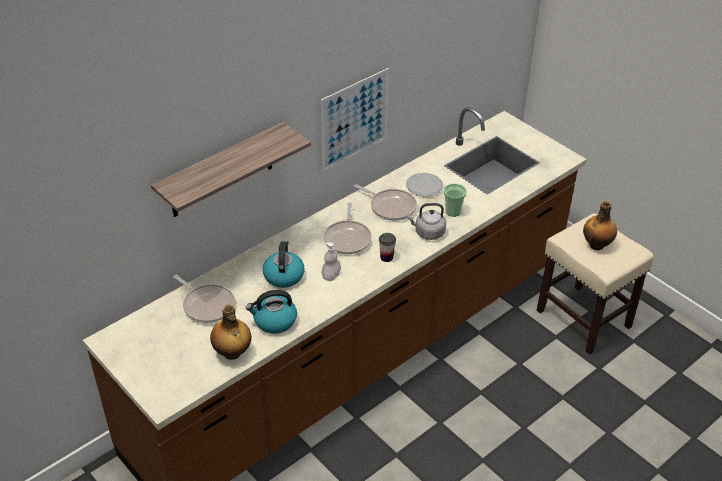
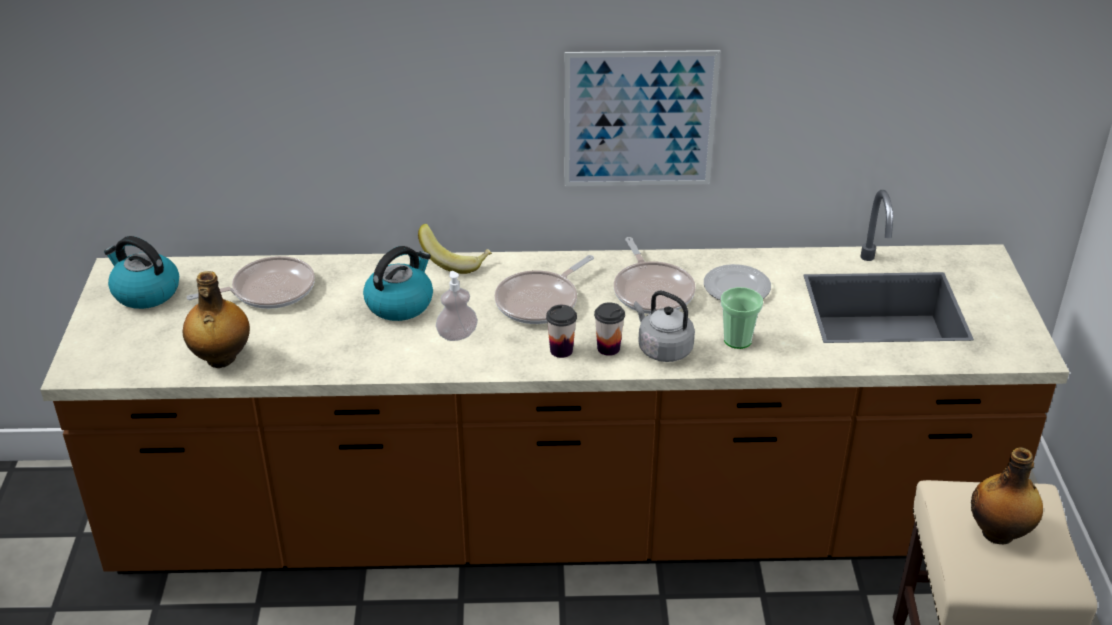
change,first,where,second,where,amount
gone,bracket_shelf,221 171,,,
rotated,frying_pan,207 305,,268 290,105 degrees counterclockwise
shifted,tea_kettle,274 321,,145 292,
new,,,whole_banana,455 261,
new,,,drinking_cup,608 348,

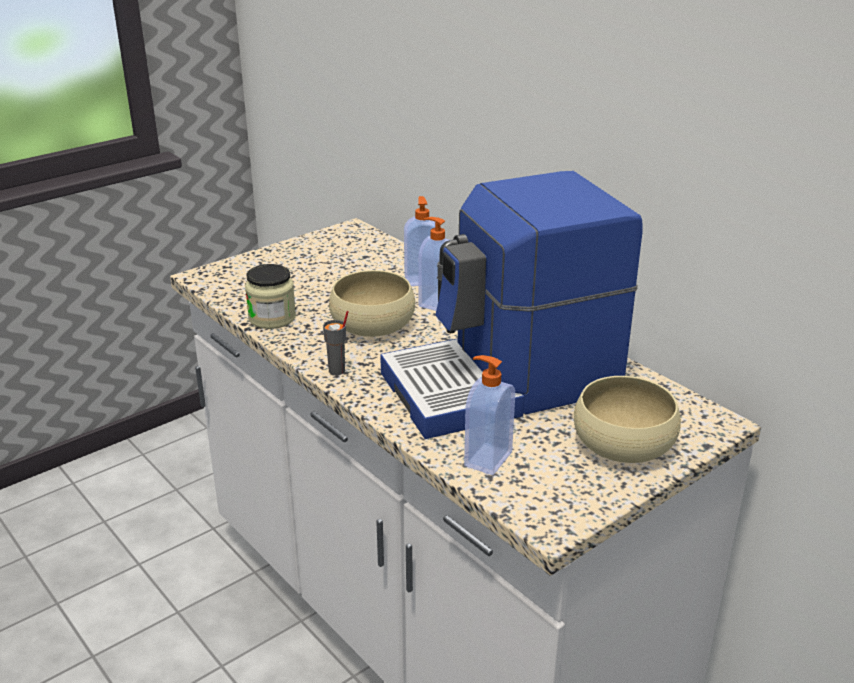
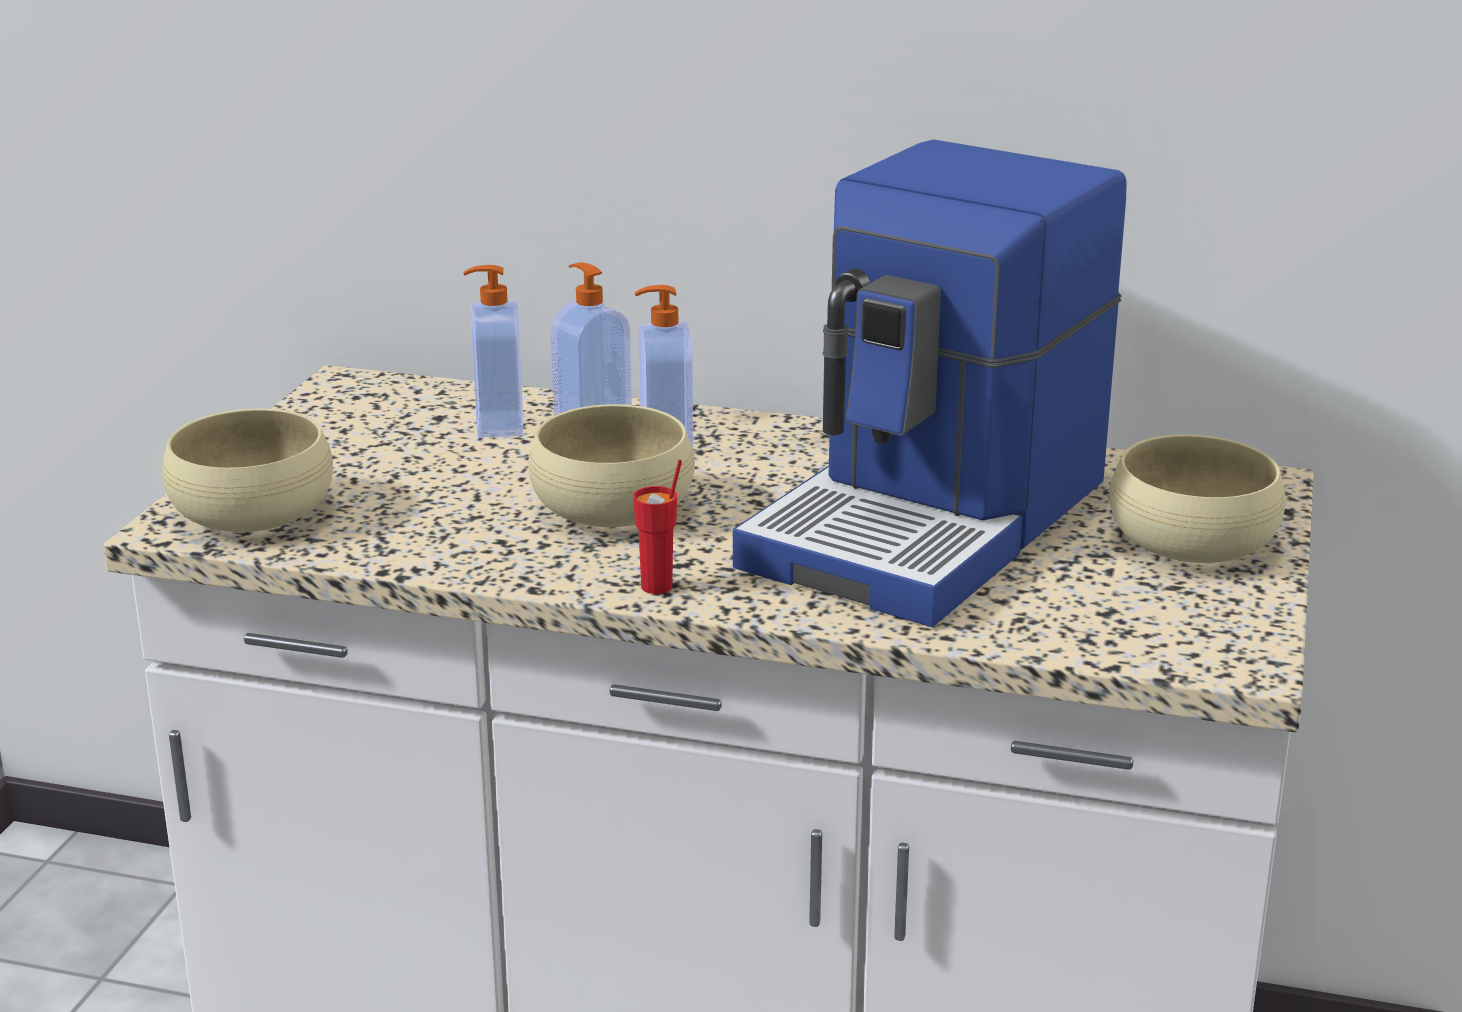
change,first,where,second,where,amount
gone,jar,272 318,,,
repainted,grey_drinking_cup,337 371,red_drinking_cup,658 586,
shifted,liquid_soap_bottle,486 459,,497 425,
new,,,sand-coloured_serving_bowl,253 513,

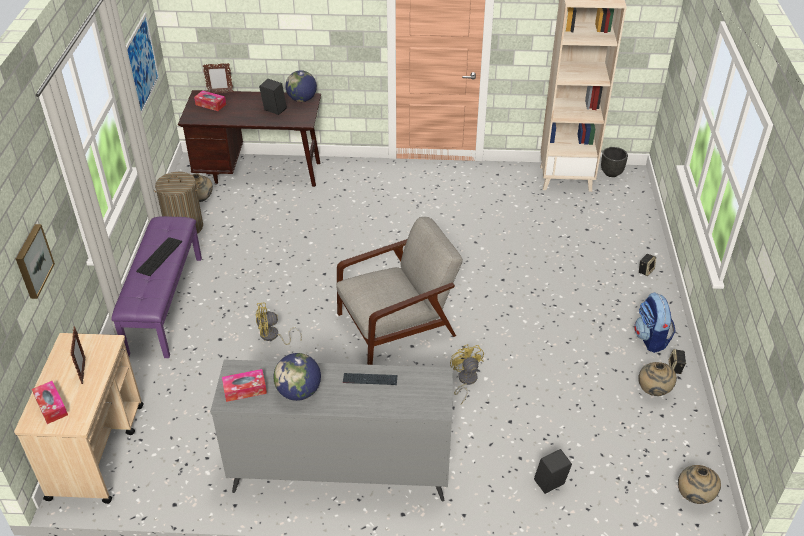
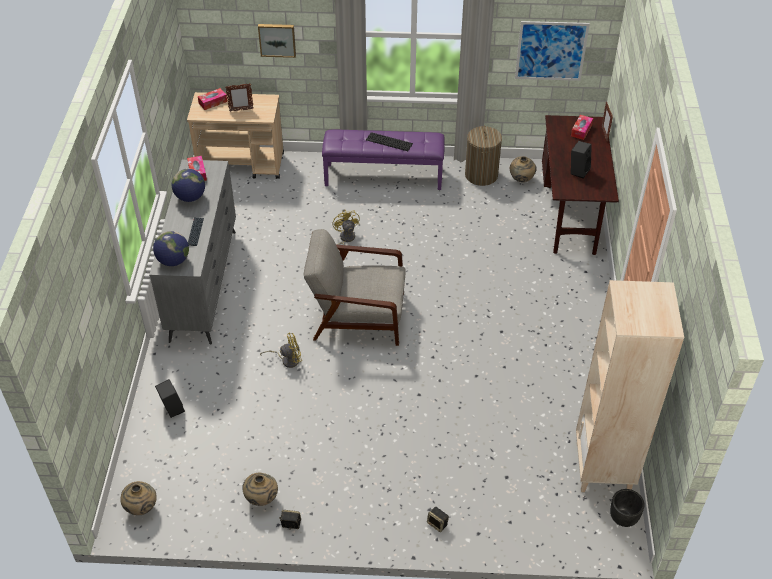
change,first,where,second,where,amount
shifted,globe,302 99,,173 261,
rotated,grey_easy_chair,398 324,,357 316,120 degrees clockwise
gone,backpack,651 339,,,

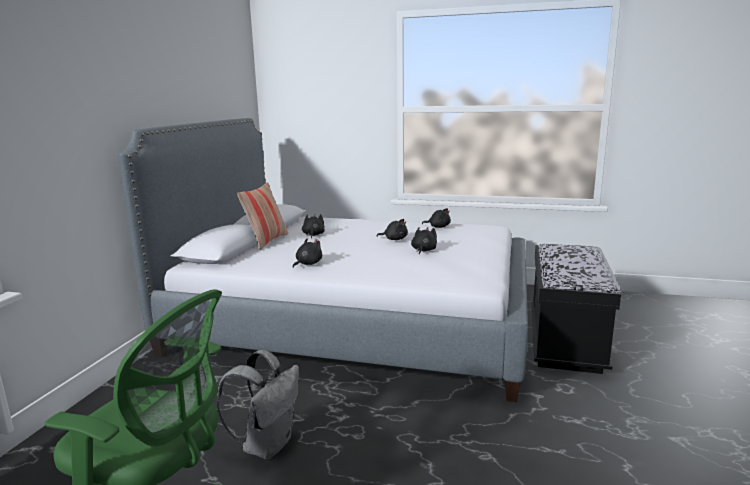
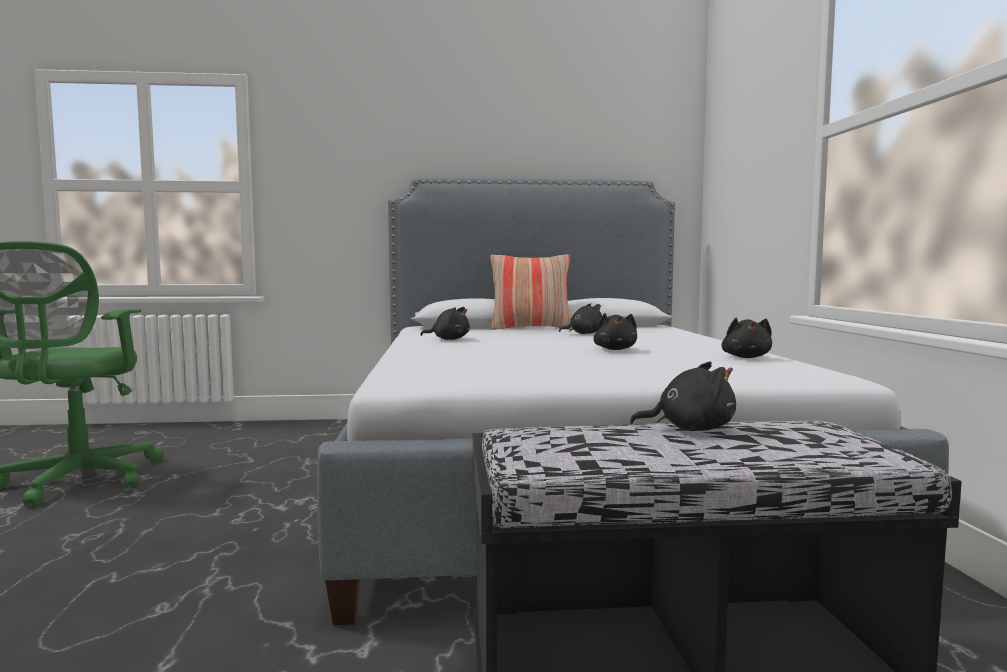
change,first,where,second,where,amount
shifted,black_cuddly_toy,423 250,,690 429,
gone,grey_backpack,267 444,,,

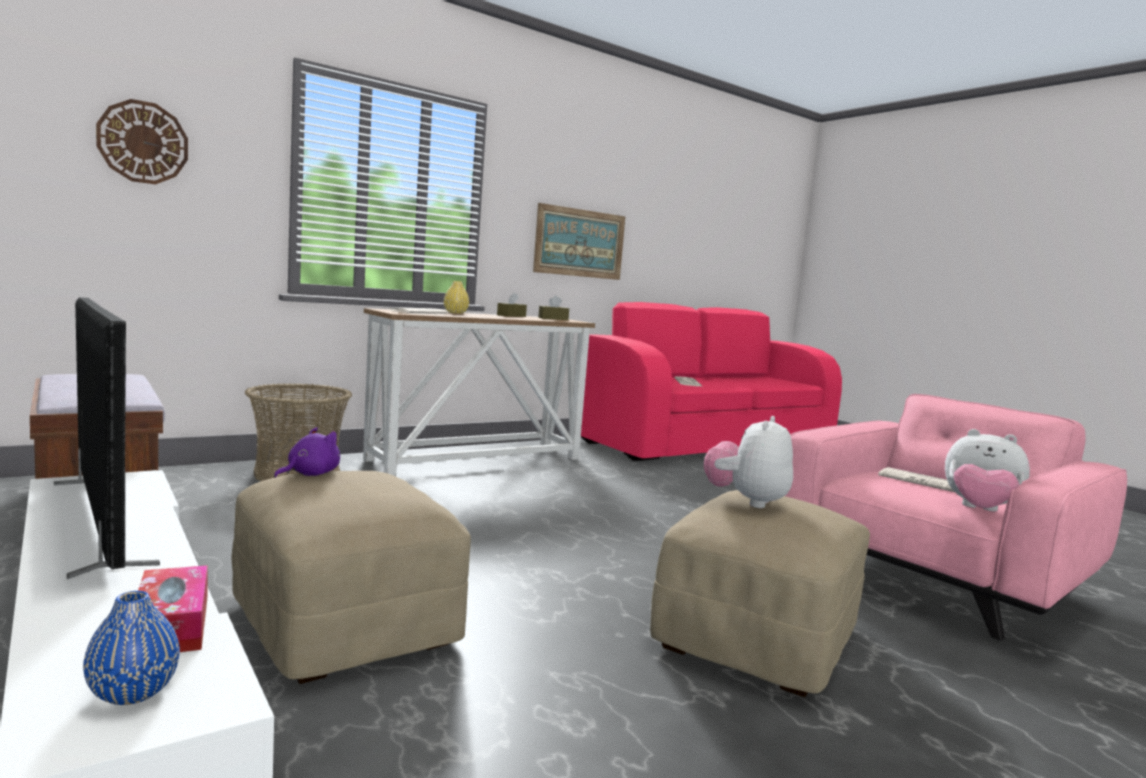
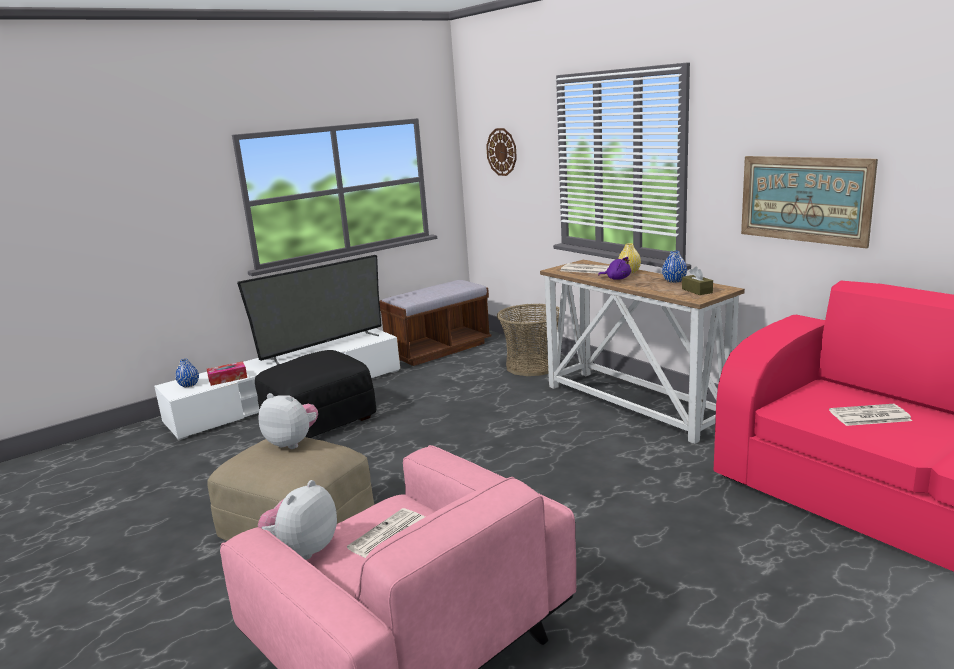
change,first,where,second,where,amount
swapped,brown-coloured_tissue_holder,511 316,blue-coloured_decorative_vase,674 281,
shifted,purplish_cuddly_toy,310 474,,617 278,
repainted,sand-coloured_footrest,342 623,black_footrest,319 421,

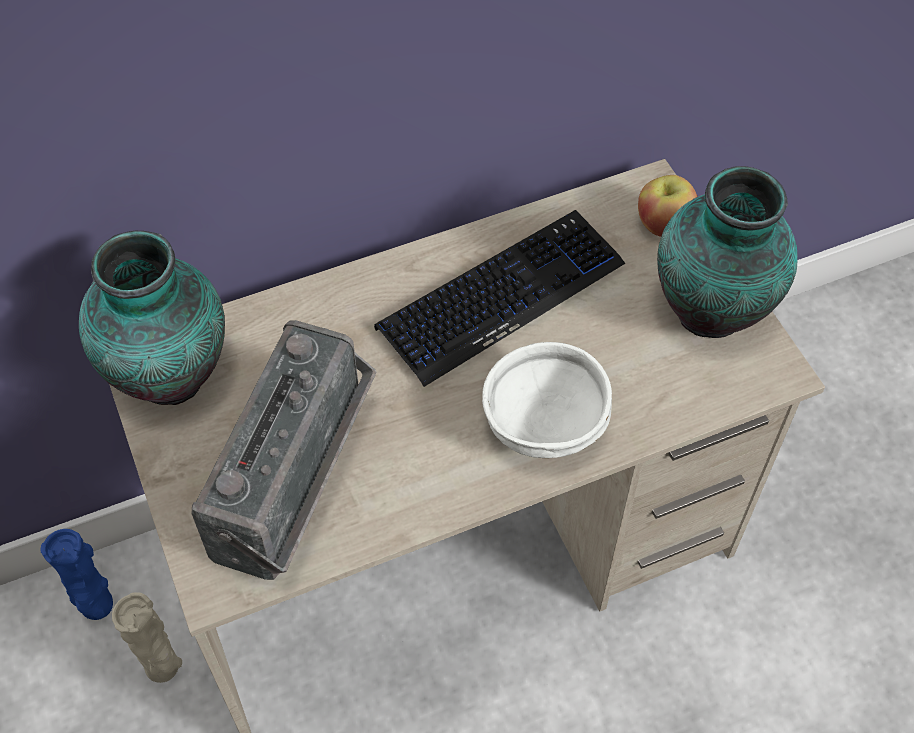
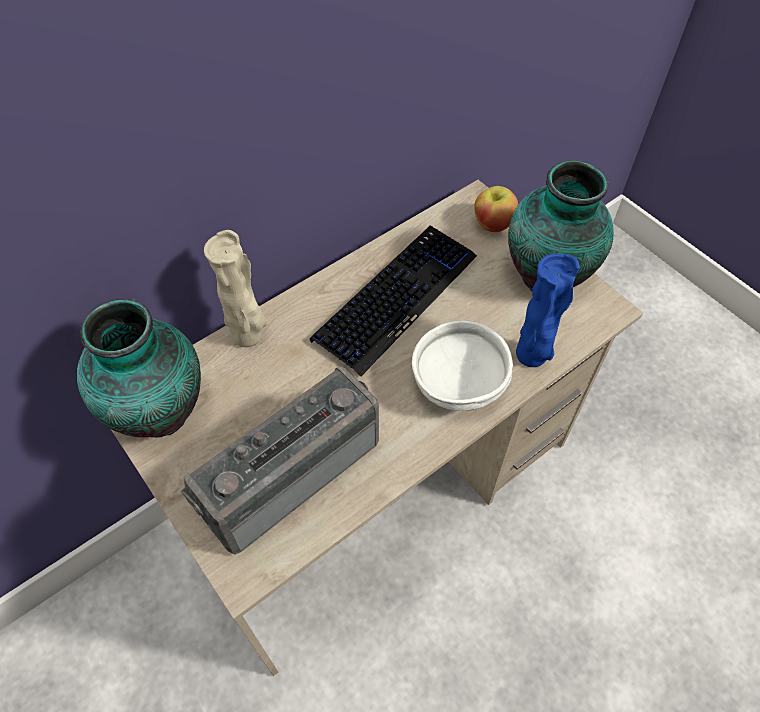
change,first,where,second,where,amount
rotated,radio_receiver,300 480,,287 471,135 degrees counterclockwise
shifted,blue-coloured_decorative_vase,98 607,,532 356,
shifted,sand-coloured_decorative_vase,164 668,,249 336,

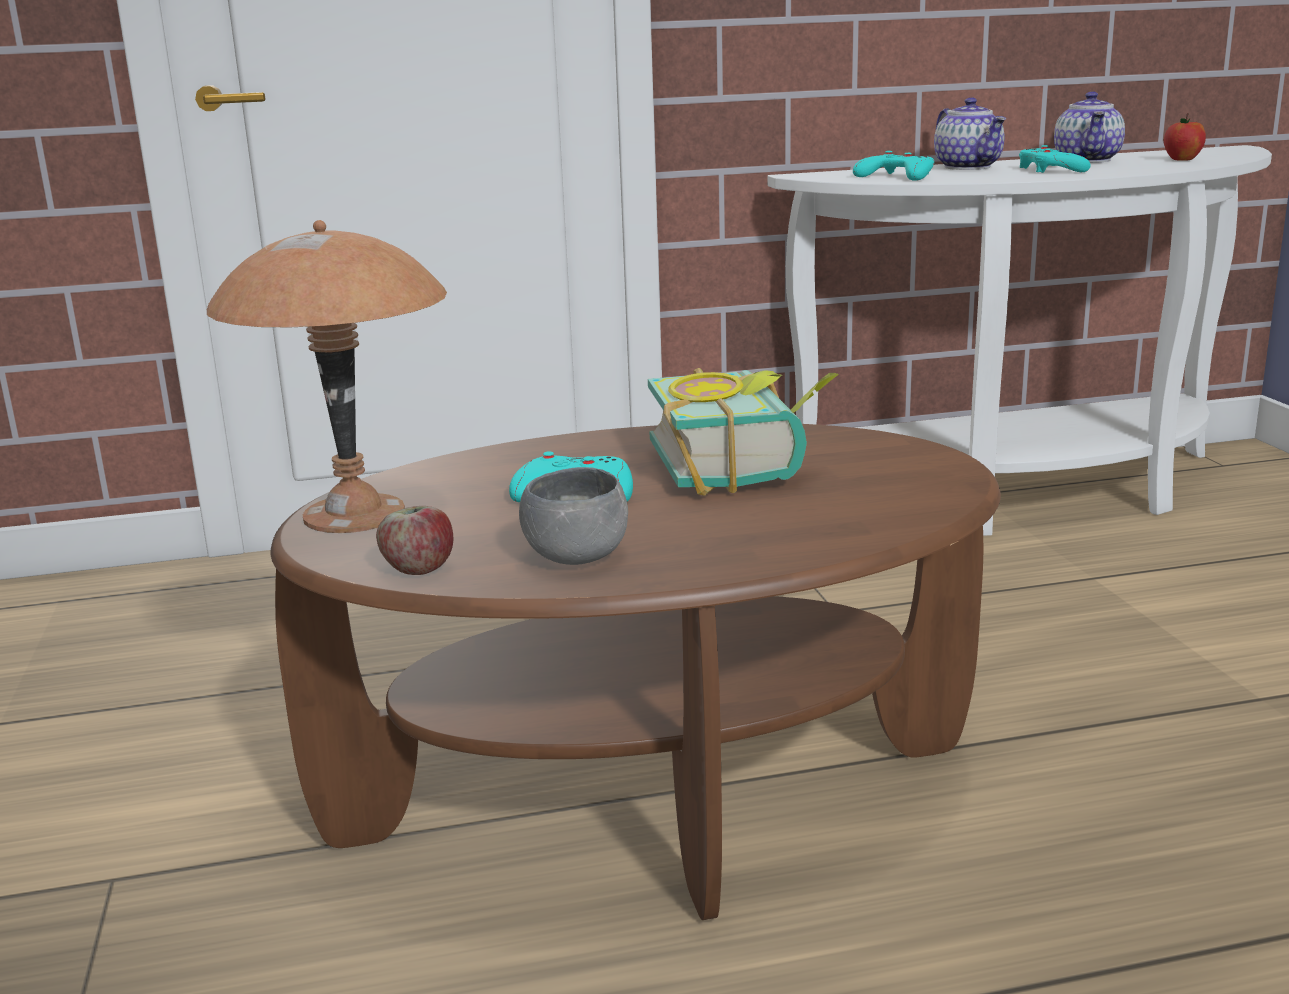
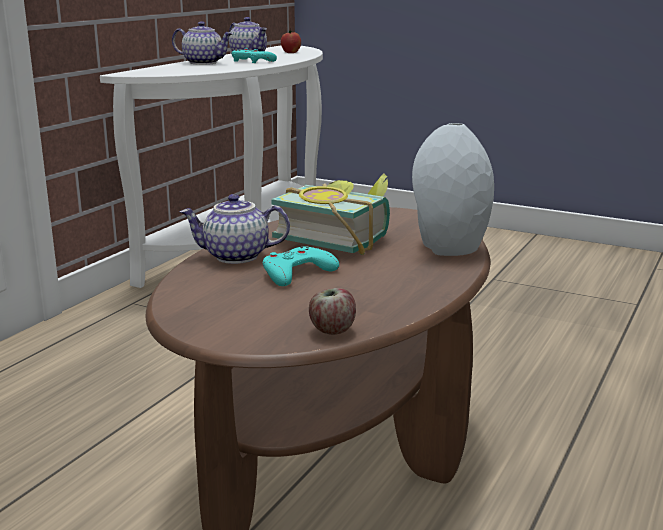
change,first,where,second,where,amount
gone,blue-green_game_controller,896 176,,,
gone,brown-coloured_lamp_for_a_table,352 515,,,
gone,grey_serving_bowl,576 556,,,
new,,,grey_decorative_vase,449 248,
new,,,teapot,235 257,

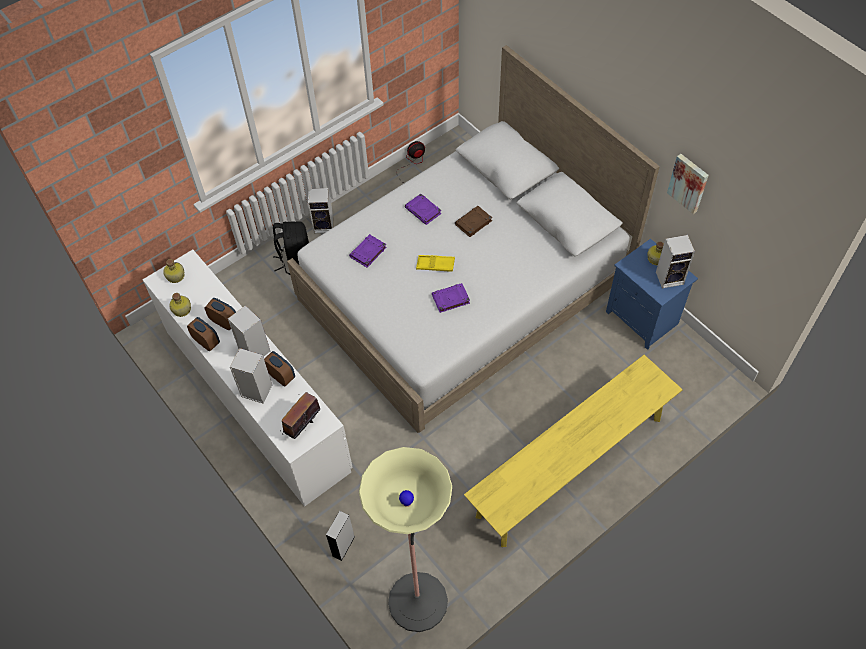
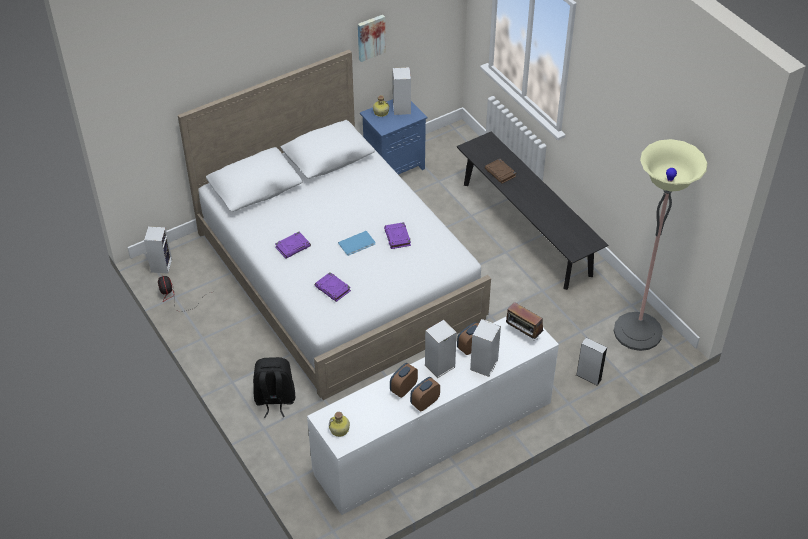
change,first,where,second,where,amount
shifted,audio_speaker,324 225,,161 265,
shifted,brown-coloured_bound_book,473 223,,500 173,
swapped,yellowish_carrying_tray,435 265,blue-coloured_bound_book,358 244,
gone,bottle,181 310,,,
repainted,yellowish_indoor_bench,570 466,black_indoor_bench,526 228,

